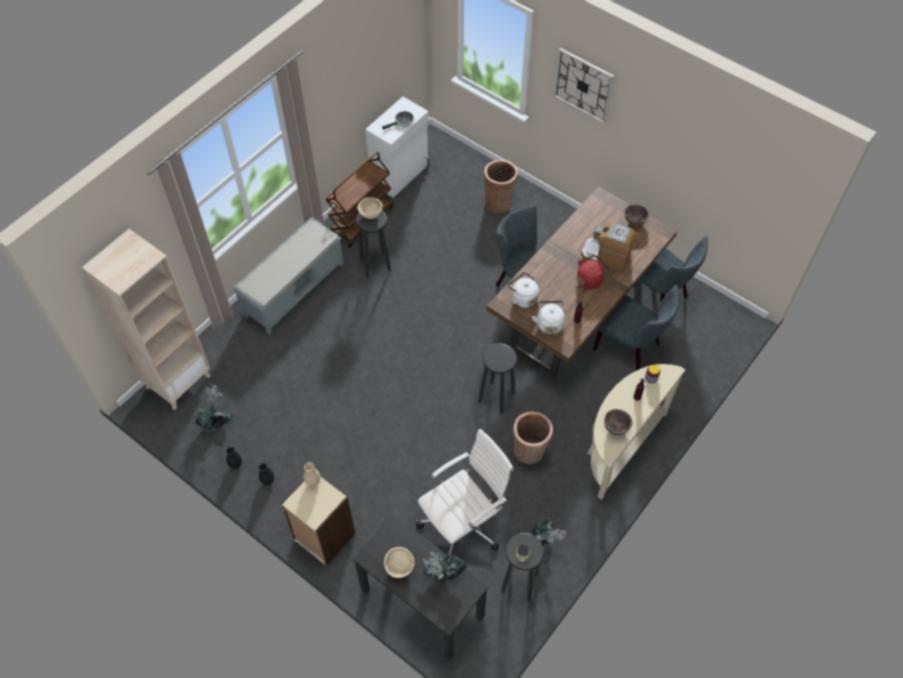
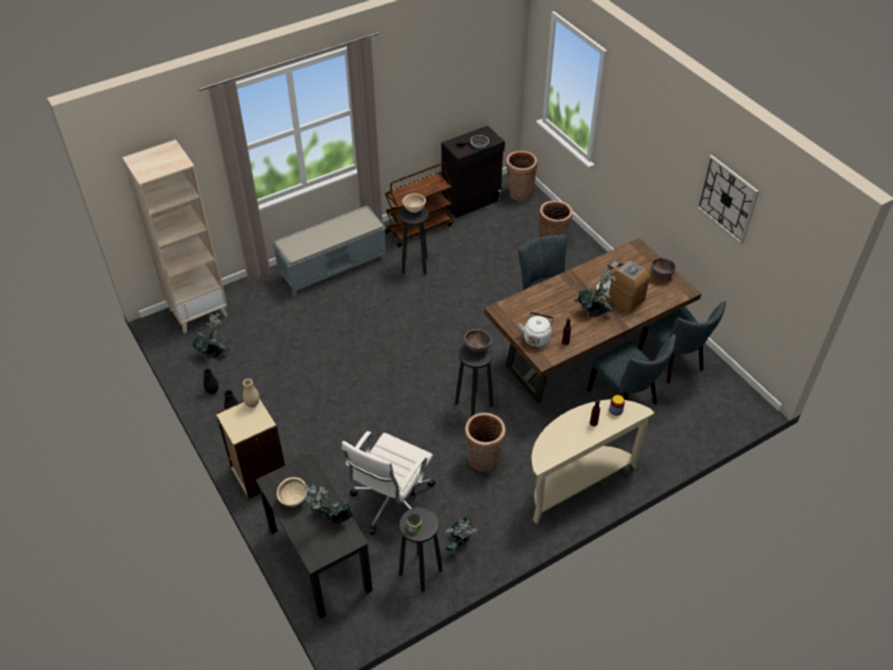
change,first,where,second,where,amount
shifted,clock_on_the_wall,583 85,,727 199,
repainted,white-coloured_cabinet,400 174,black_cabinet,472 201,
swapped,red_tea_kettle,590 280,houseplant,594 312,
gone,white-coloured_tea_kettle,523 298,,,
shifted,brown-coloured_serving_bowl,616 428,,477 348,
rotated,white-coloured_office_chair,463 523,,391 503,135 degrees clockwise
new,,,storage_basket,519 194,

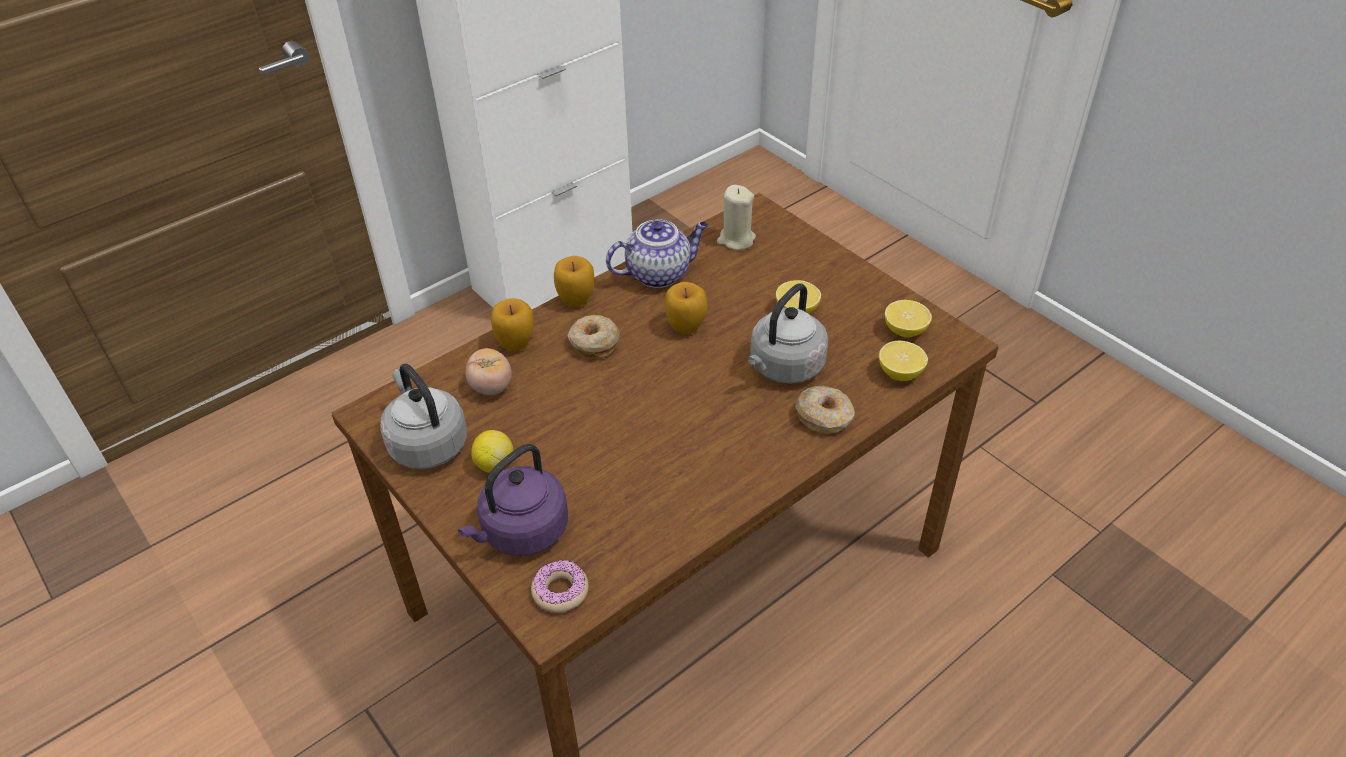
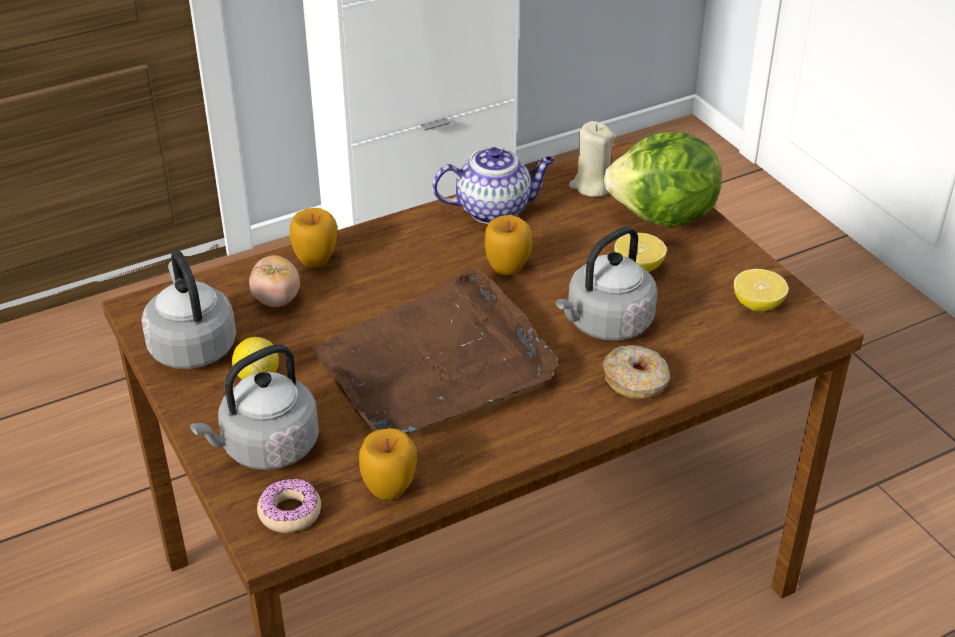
change,first,where,second,where,amount
shifted,apple,576 300,,390 489,
gone,ring_doughnut,594 343,,,
gone,citrus_fruit,900 373,,,
repainted,purplish_tea_kettle,521 532,grey_tea_kettle,266 448,
new,,,head_of_lettuce,663 217,
new,,,brown-coloured_carrying_tray,436 364,

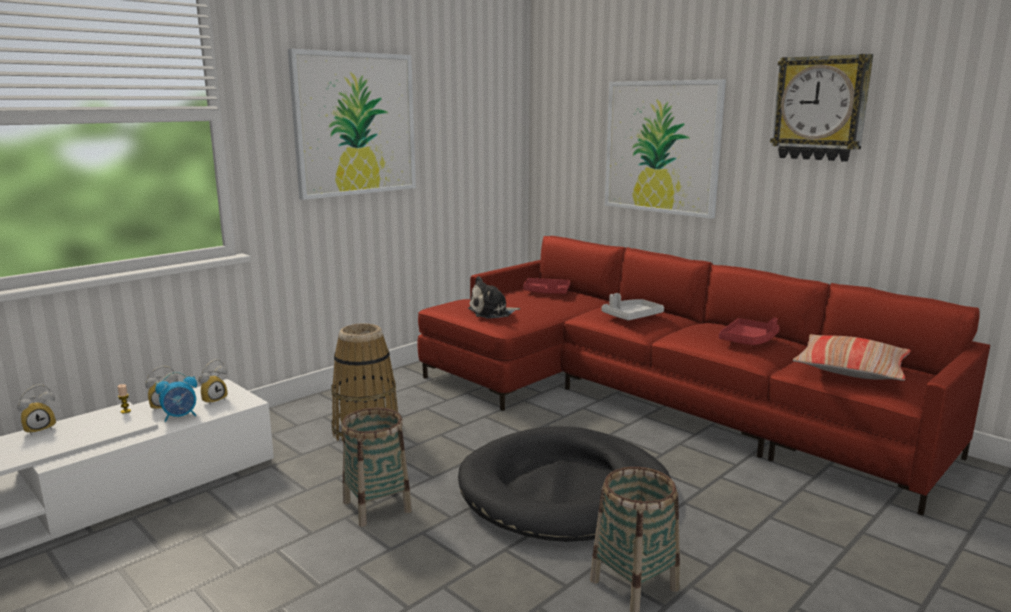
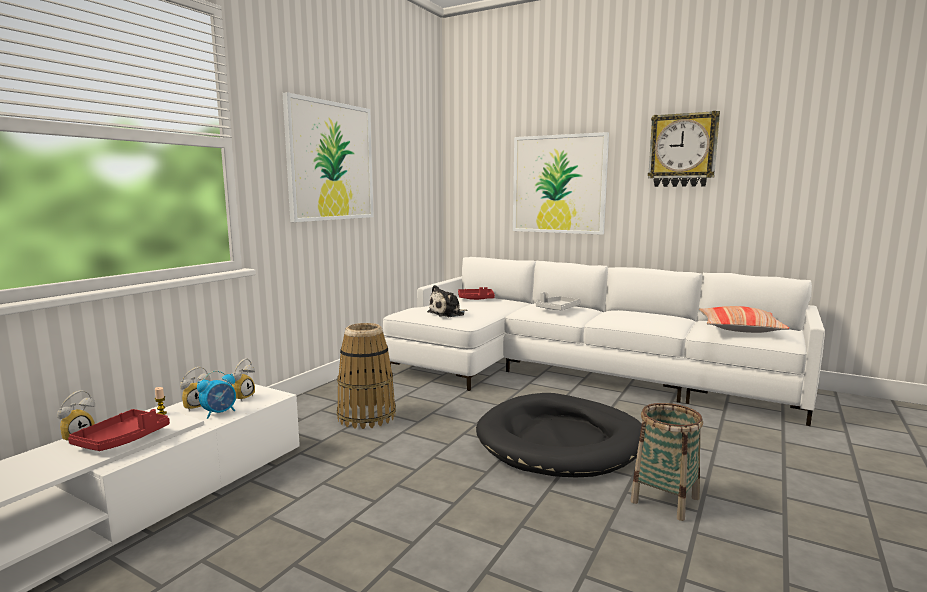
change,first,where,second,where,amount
repainted,red_sofa,650 398,white-coloured_sofa,573 372,
shifted,red_carrying_tray,748 340,,123 439,
gone,storage_basket,377 506,,,

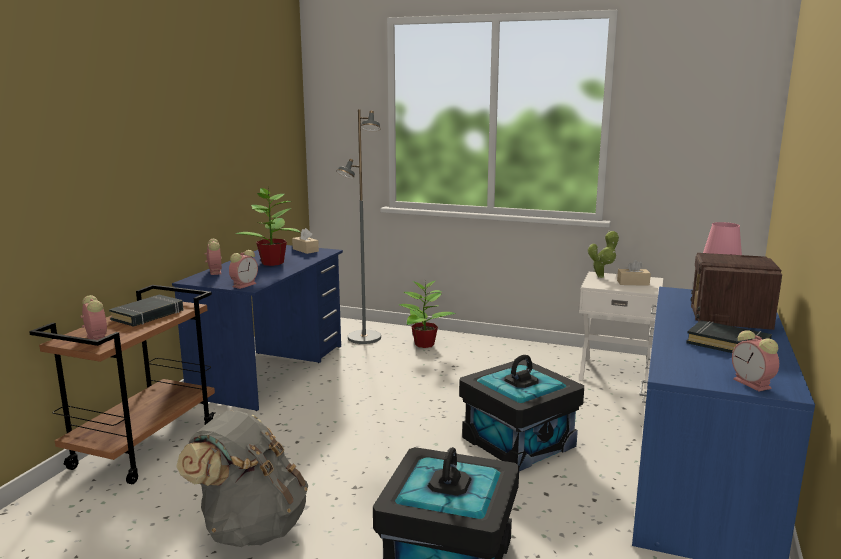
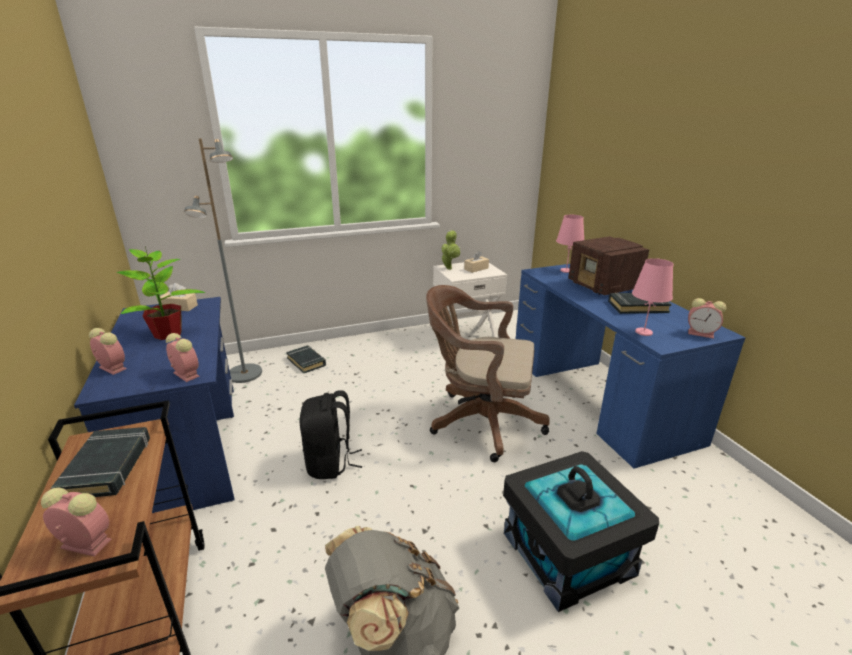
change,first,where,second,where,amount
rotated,alarm_clock,245 285,,185 374,45 degrees counterclockwise
swapped,houseplant,424 344,black_bound_book,306 362,
swapped,black_storage_bin,518 441,brown-coloured_office_chair,480 421,
new,,,pink-coloured_lamp_for_a_table,644 332,
new,,,black_backpack,330 463,

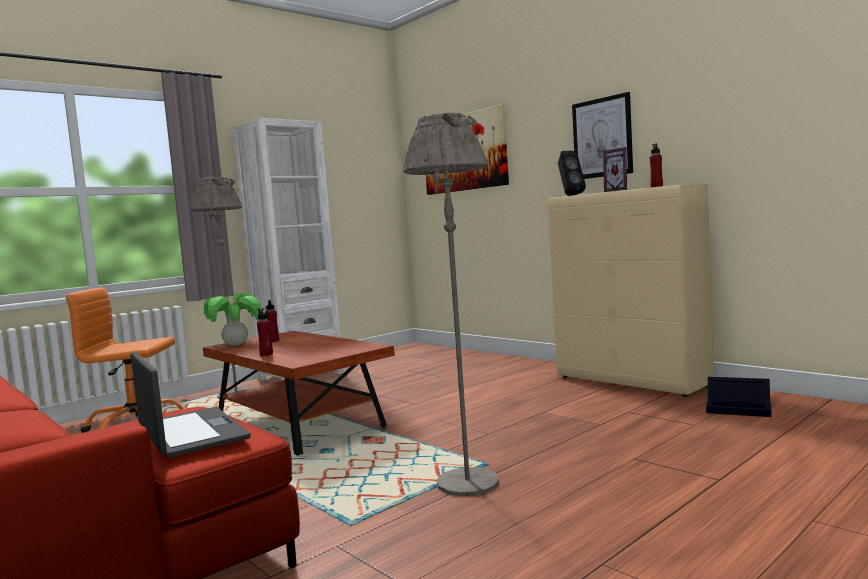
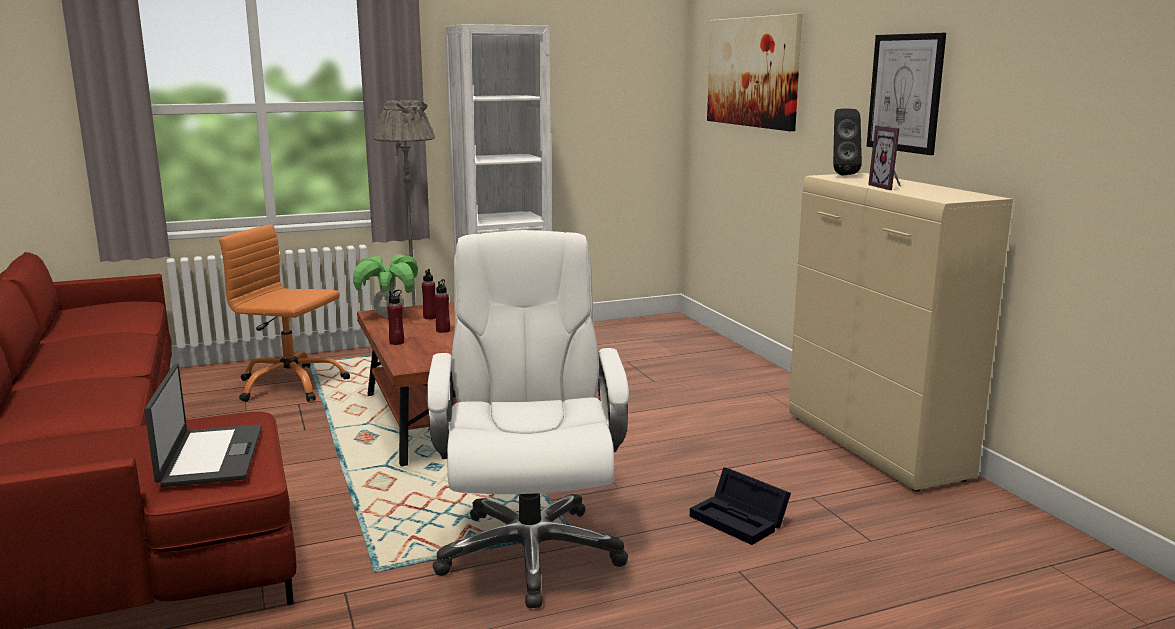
change,first,where,second,where,amount
swapped,grey_standing_lamp,467 482,white-coloured_office_chair,529 551,
shifted,red_bottle,656 187,,443 330,
shifted,black_storage_bin,740 408,,741 520,

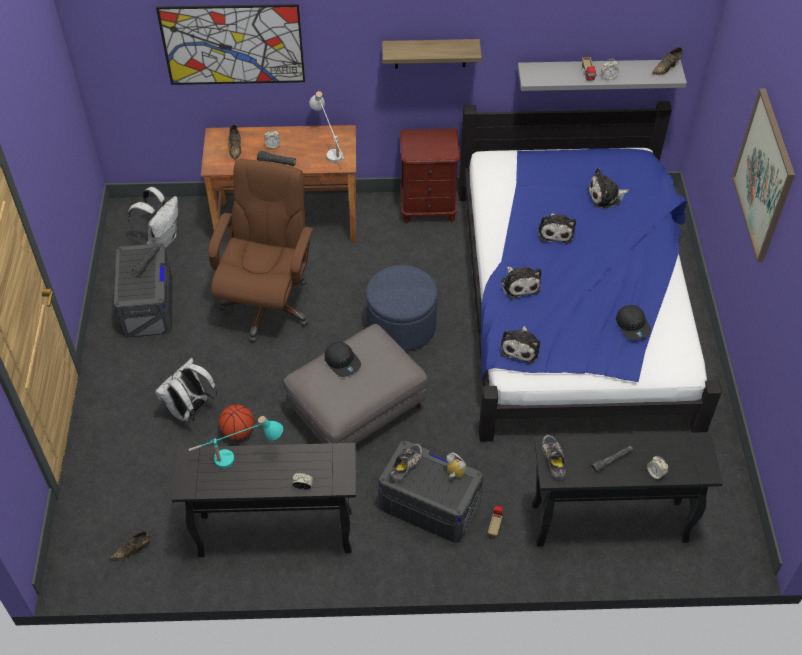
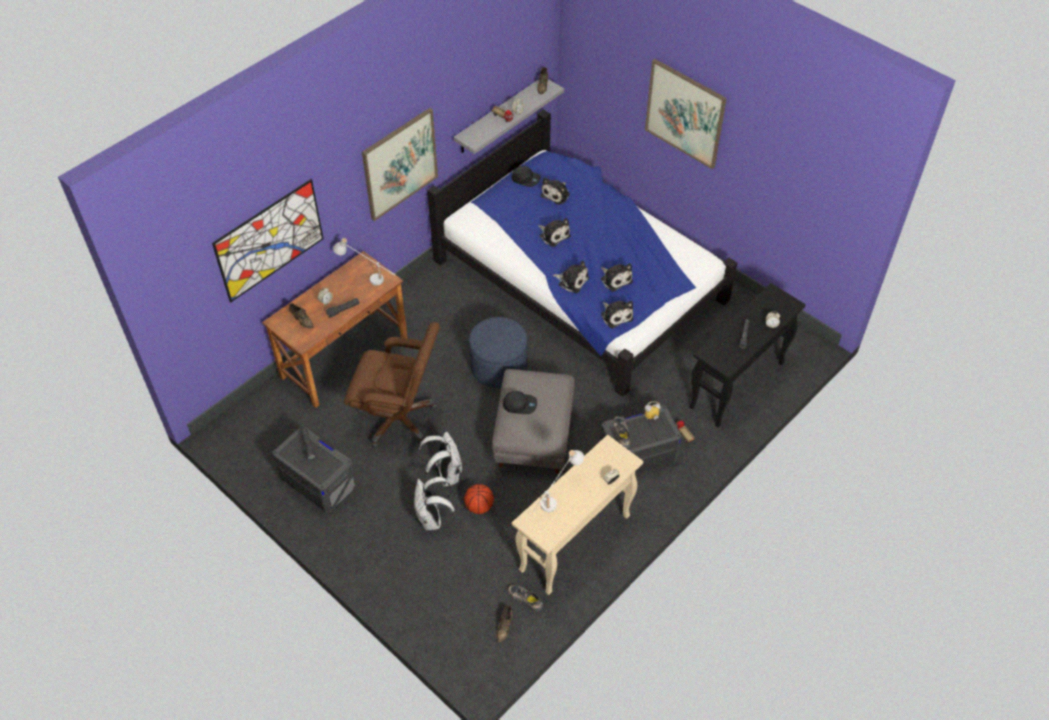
change,first,where,second,where,amount
swapped,bracket_shelf,430 53,wall_art,400 164,
gone,brown-coloured_nightstand,428 208,,,
rotated,brown-coloured_office_chair,267 304,,399 418,135 degrees clockwise
shifted,white-coloured_backpack,162 240,,445 475,
shifted,black_baseball_cap,633 325,,526 179,
repainted,blue-green_lamp_for_a_table,239 458,white-coloured_lamp_for_a_table,556 497,
shifted,low_shoe,554 460,,526 598,
repainted,black_narrow_table,274 534,sand-coloured_narrow_table,574 544,
new,,,cuddly_toy,615 279,

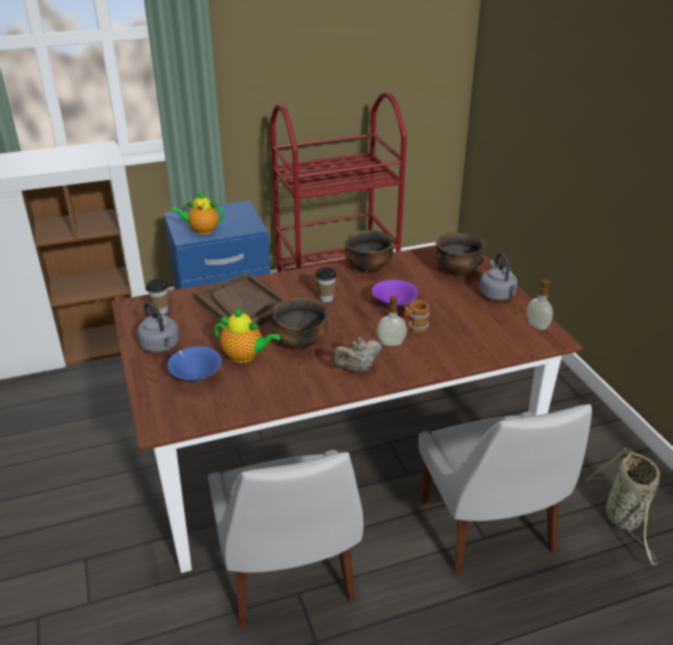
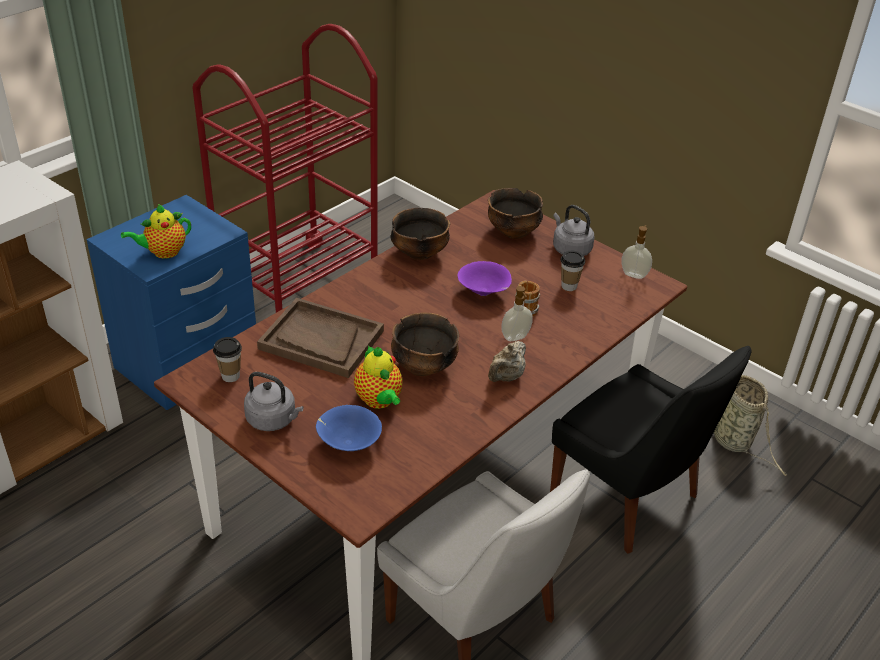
change,first,where,second,where,amount
shifted,drinking_cup,326 299,,569 286,
rotated,teapot,245 356,,379 401,75 degrees clockwise
repainted,white-coloured_plain_chair,488 530,black_plain_chair,628 499,

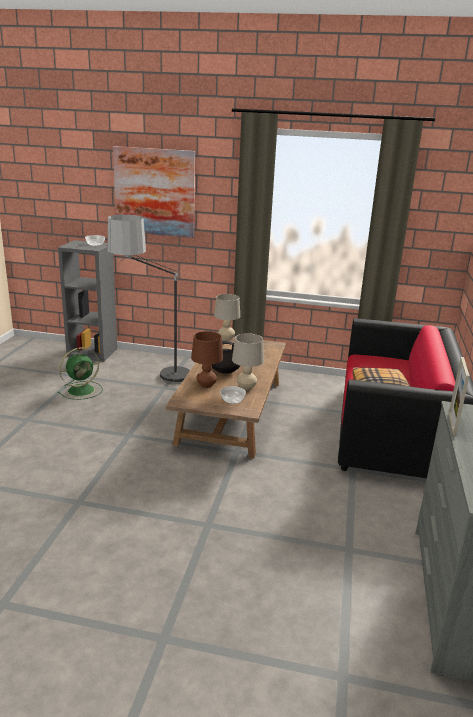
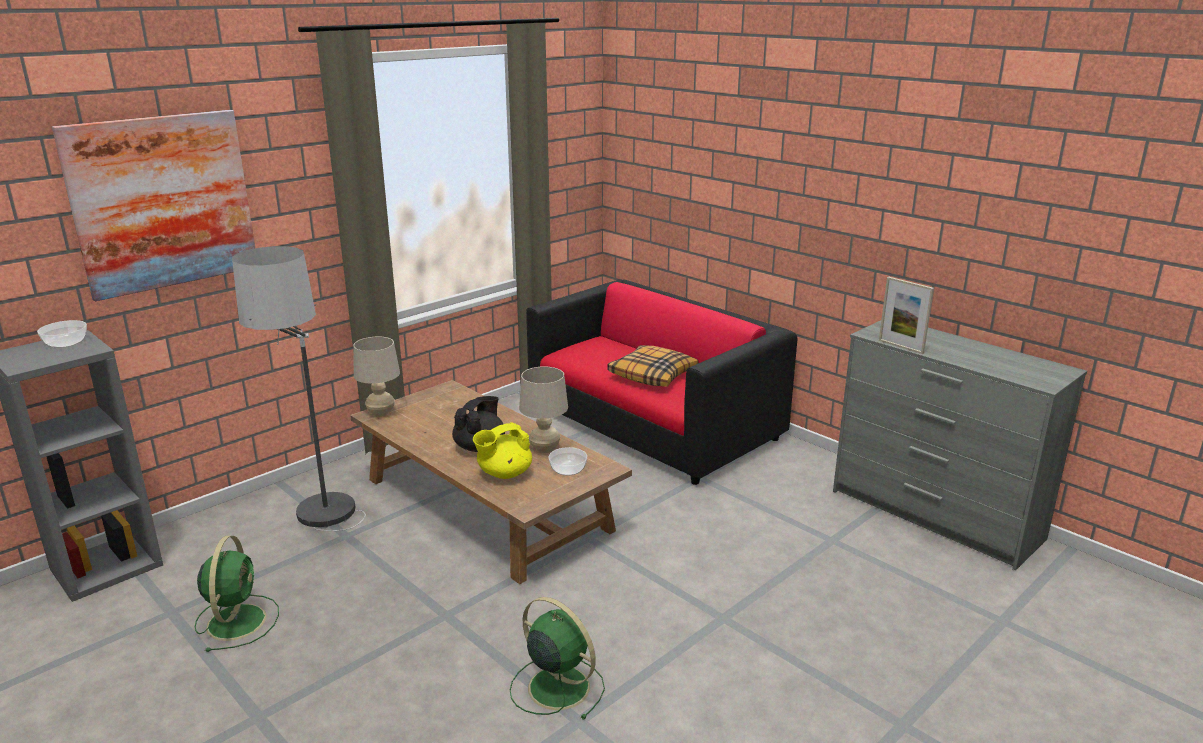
change,first,where,second,where,amount
swapped,brown-coloured_lamp_for_a_table,206 385,yellowish_teapot,504 474,
new,,,greenish_cooling_fan,556 686,

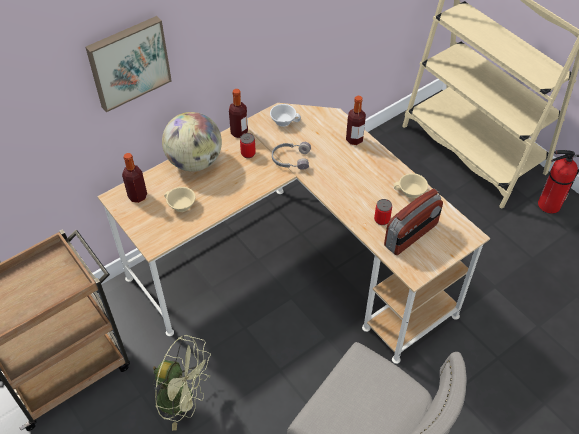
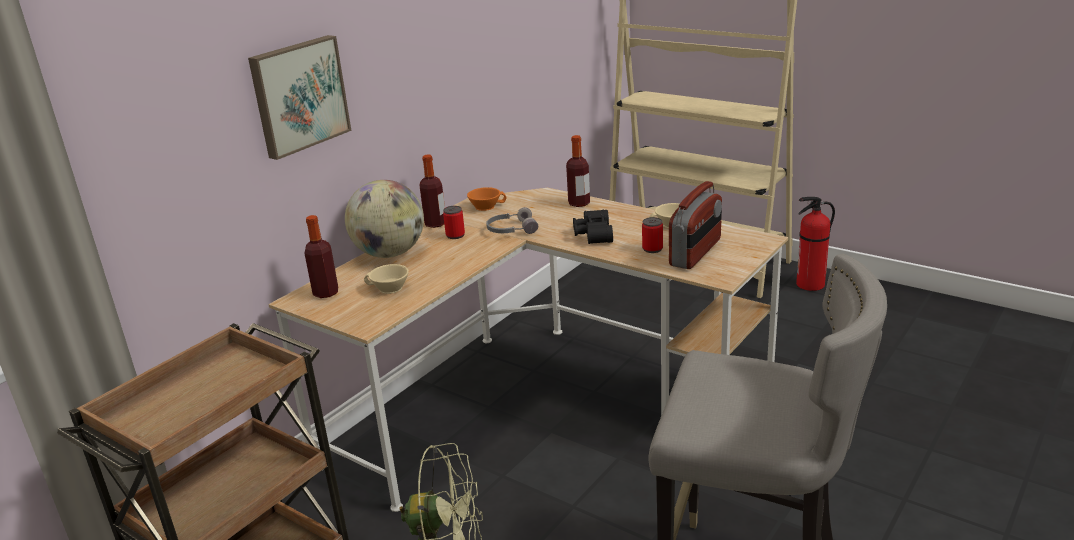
change,first,where,second,where,amount
repainted,white-coloured_drinking_cup,284 120,orange_drinking_cup,486 206,
new,,,black_pair_of_binoculars,592 234,

